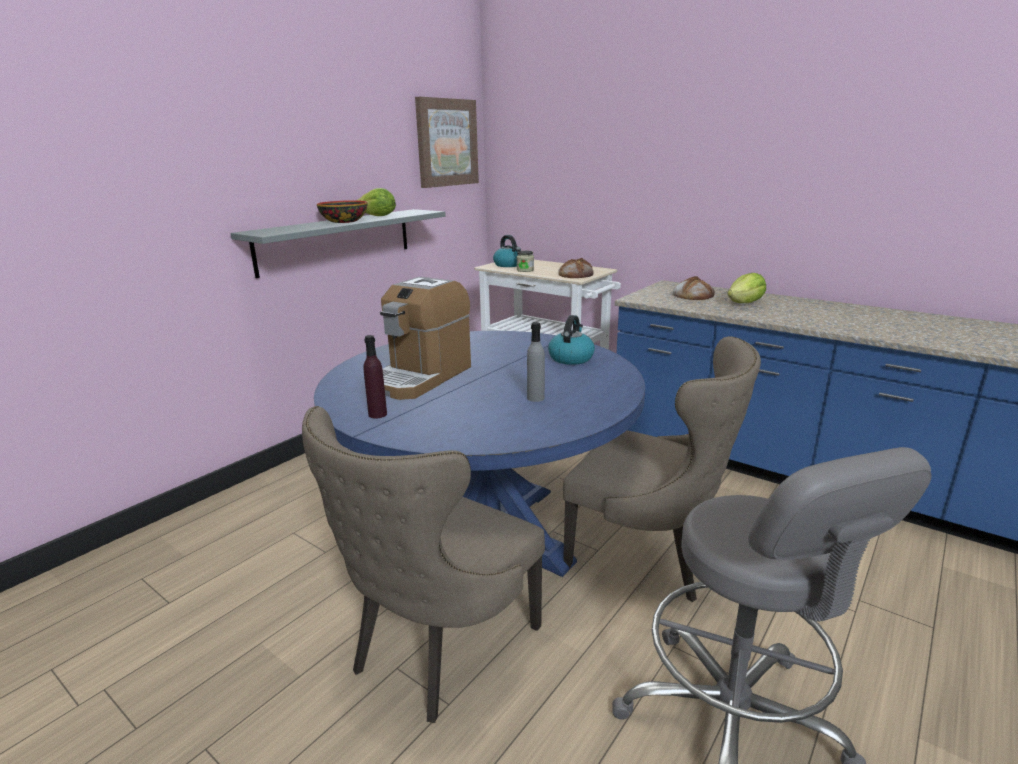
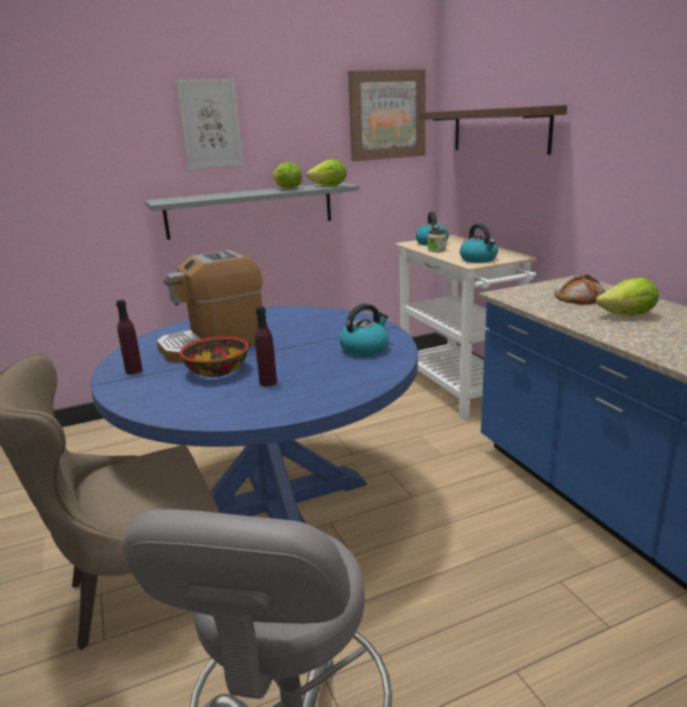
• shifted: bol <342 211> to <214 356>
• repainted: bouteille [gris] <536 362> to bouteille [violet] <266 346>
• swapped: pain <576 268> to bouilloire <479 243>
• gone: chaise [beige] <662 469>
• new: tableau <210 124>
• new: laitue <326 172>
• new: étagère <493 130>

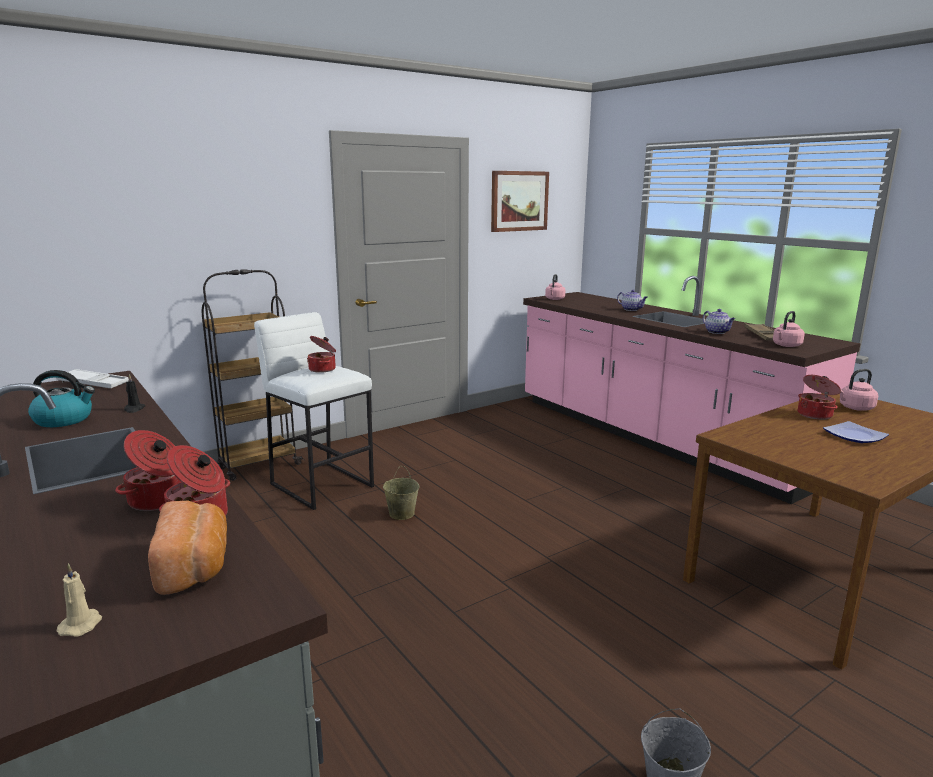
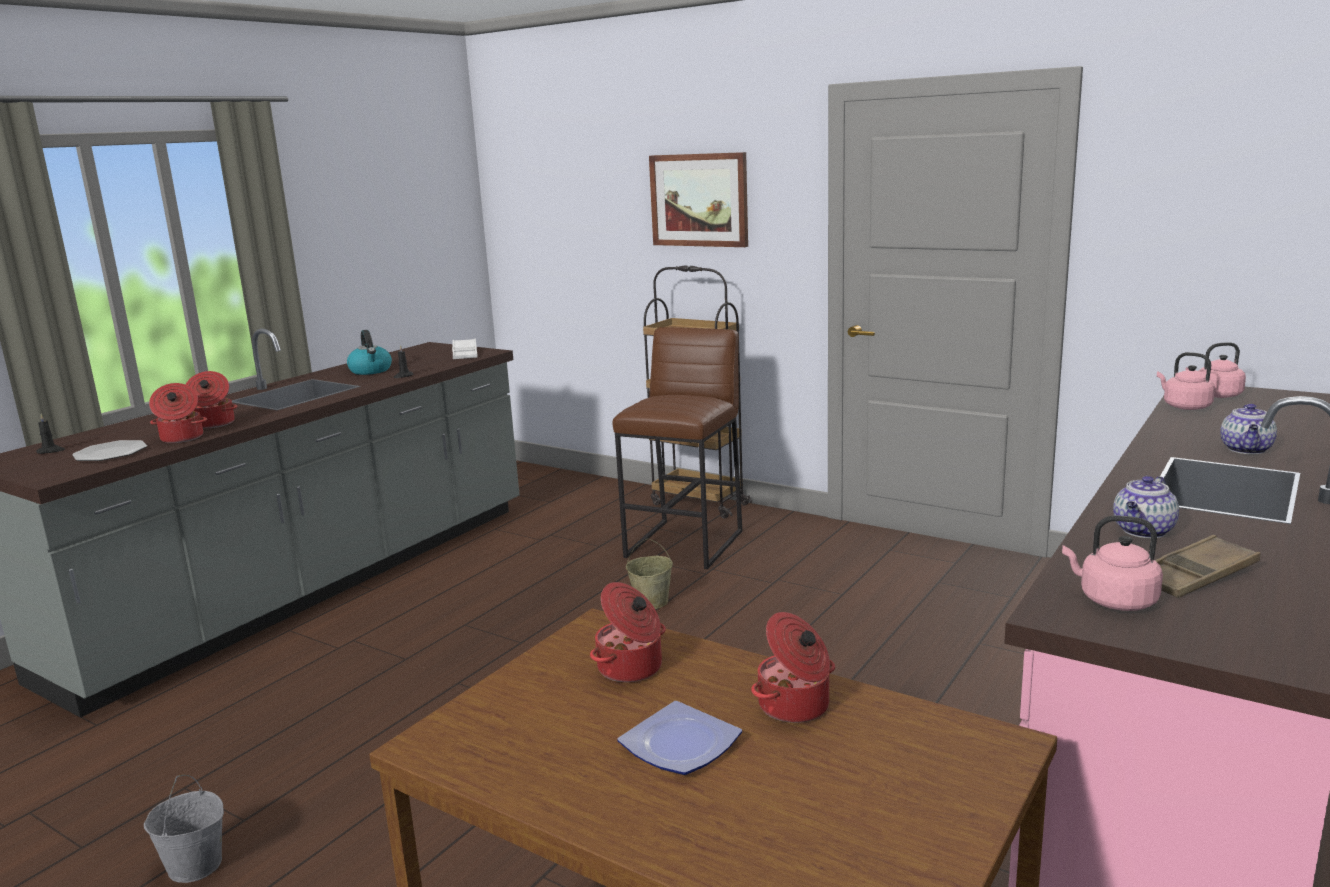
• repainted: bougie [beige] <79 600> to bougie [noir] <51 434>
• swapped: pain <187 547> to assiette <109 450>
• repainted: tabouret [blanc] <314 411> to tabouret [marron] <677 448>
• shifted: marmite <321 354> to <628 632>
• shifted: tableau <520 201> to <698 199>
• shifted: bouilloire [rose] <859 390> to <1186 381>

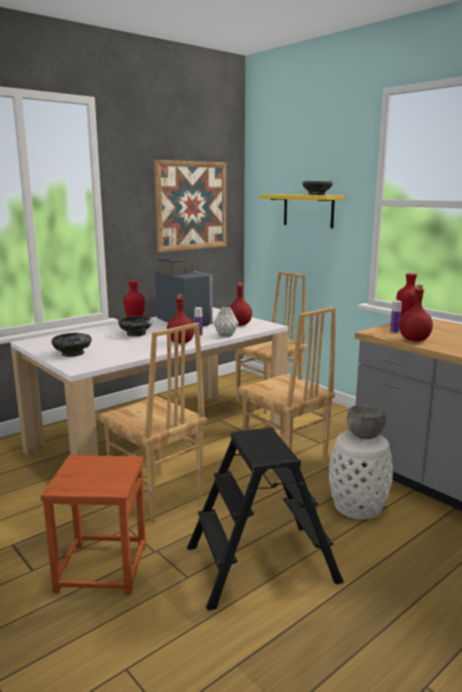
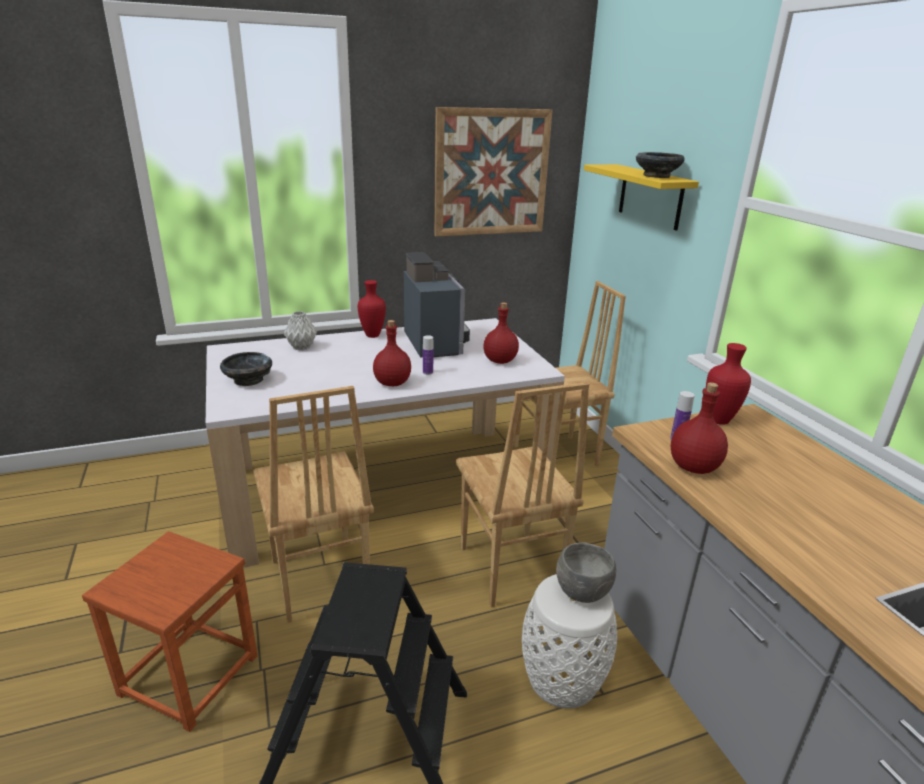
• gone: bol [noir] <135 326>
• shifted: vase [gris] <226 322> to <300 330>

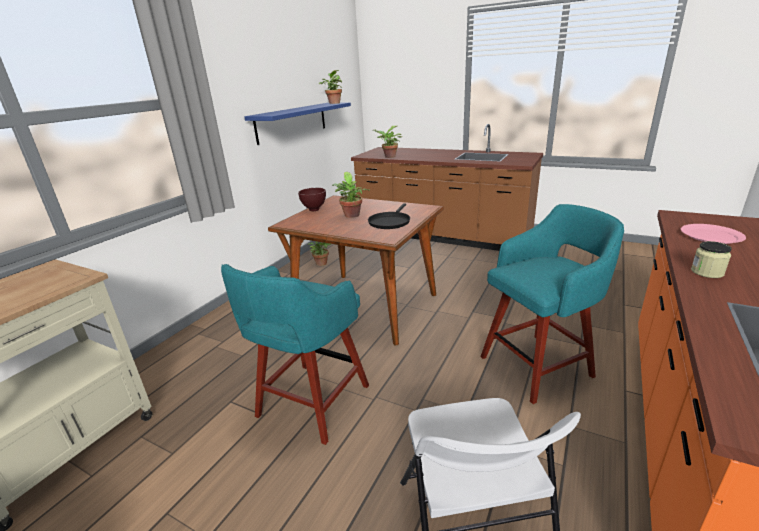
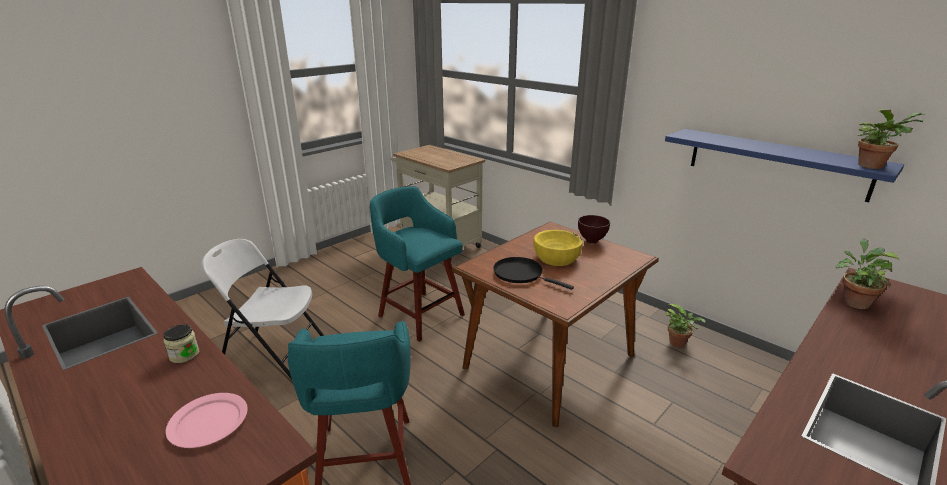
• swapped: plante en pot <351 195> to bol [jaune] <558 248>

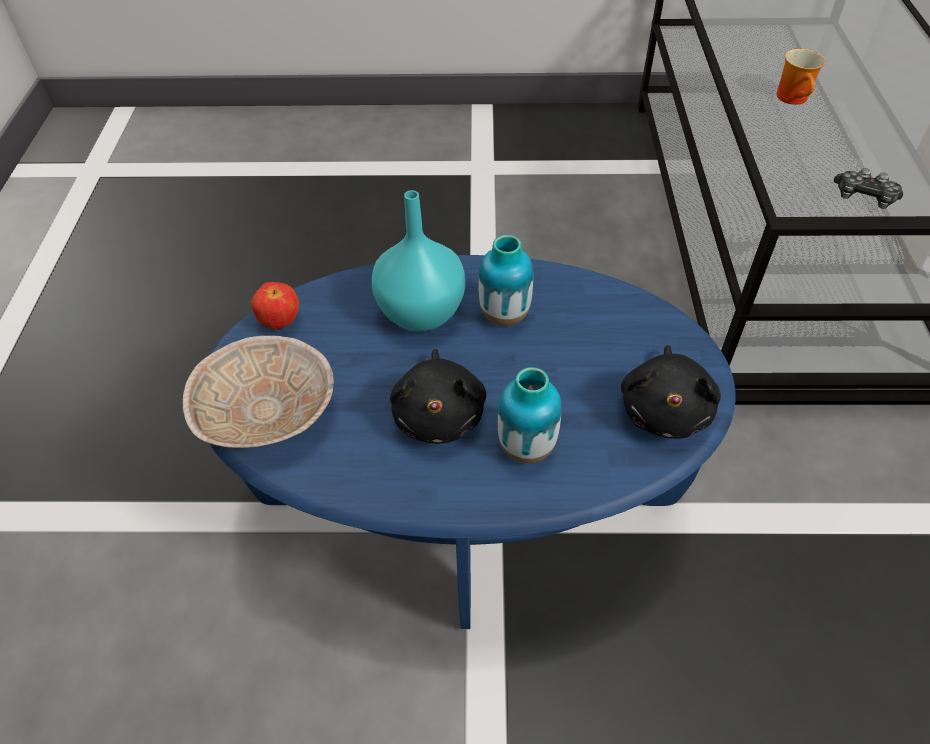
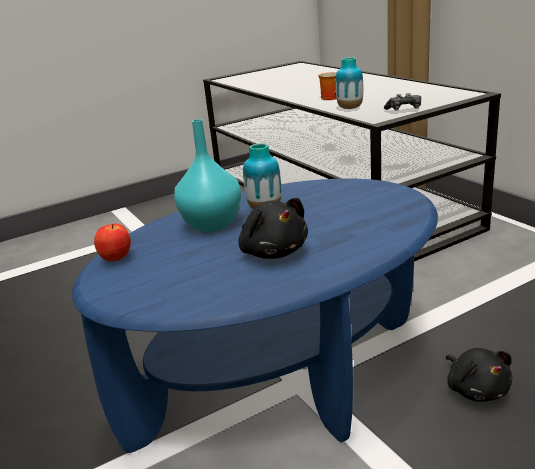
• gone: bol [beige] <258 391>
• shifted: vase <530 415> to <349 83>
• shifted: peluche [noir] <671 392> to <479 375>

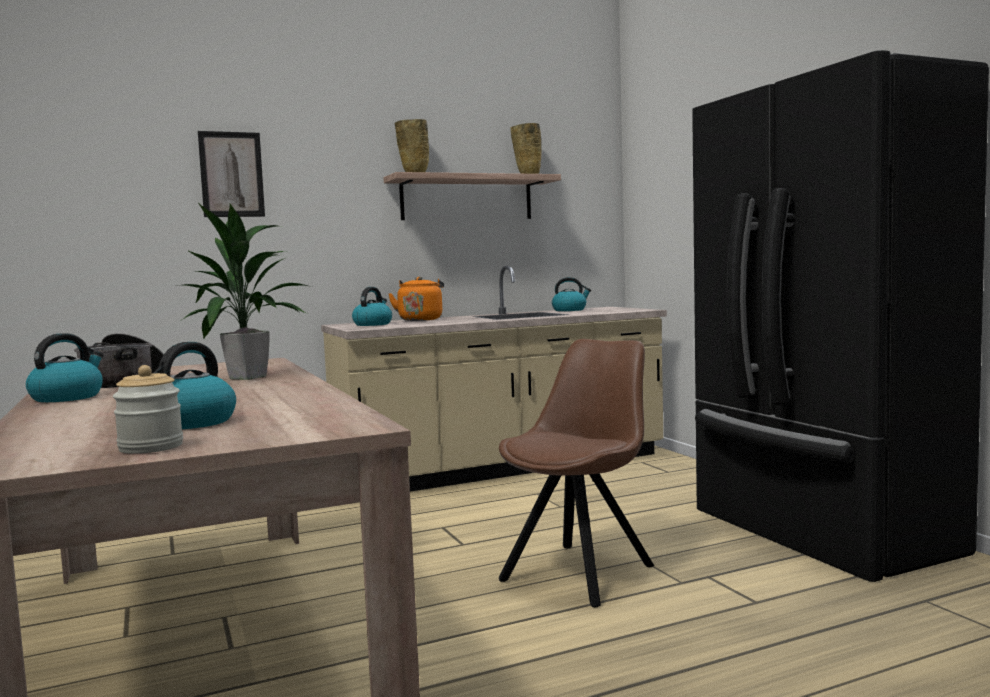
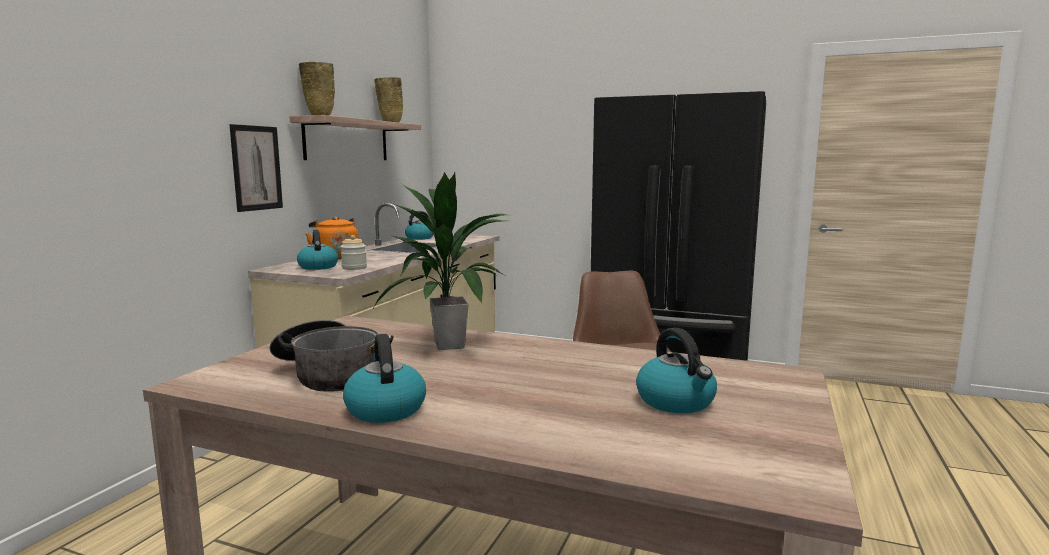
• shifted: bocal <148 409> to <354 252>
• shifted: tableau <231 174> to <256 168>

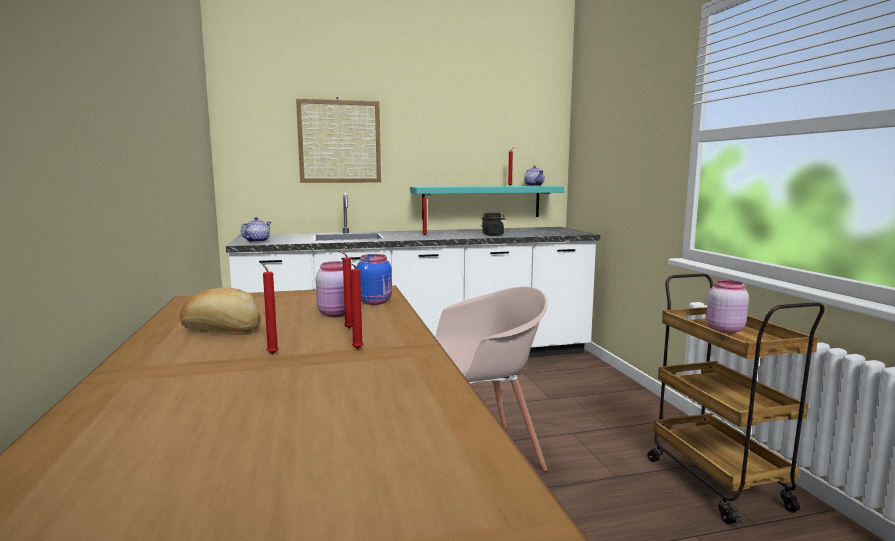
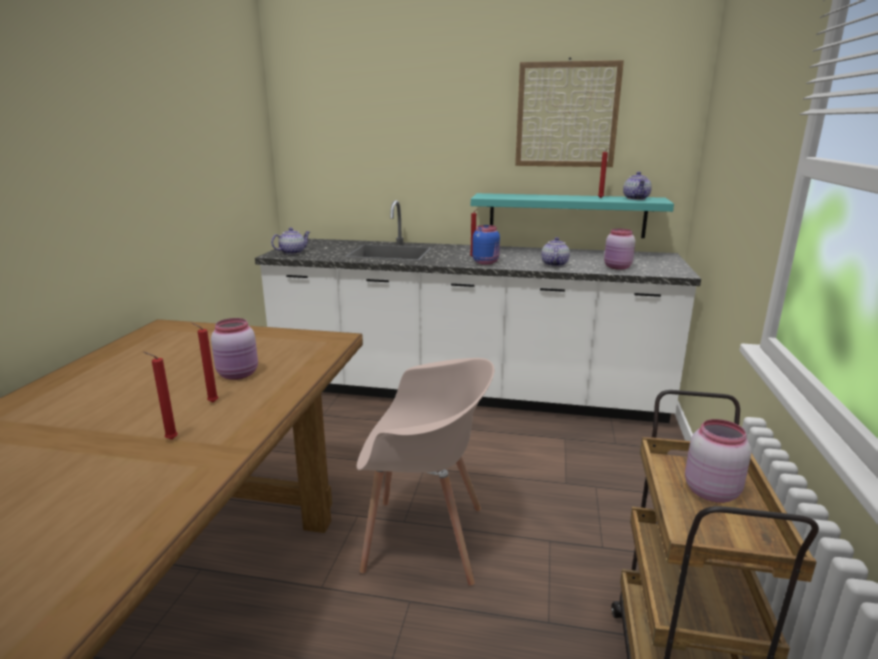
• gone: pain <220 309>
• gone: bougie [rouge] <270 308>
• shifted: tableau <338 140> to <569 112>
• shifted: bocal [bleu] <374 279> to <486 245>
• swapped: bocal [noir] <493 224> to théière <555 252>
• new: bocal [rose] <619 249>

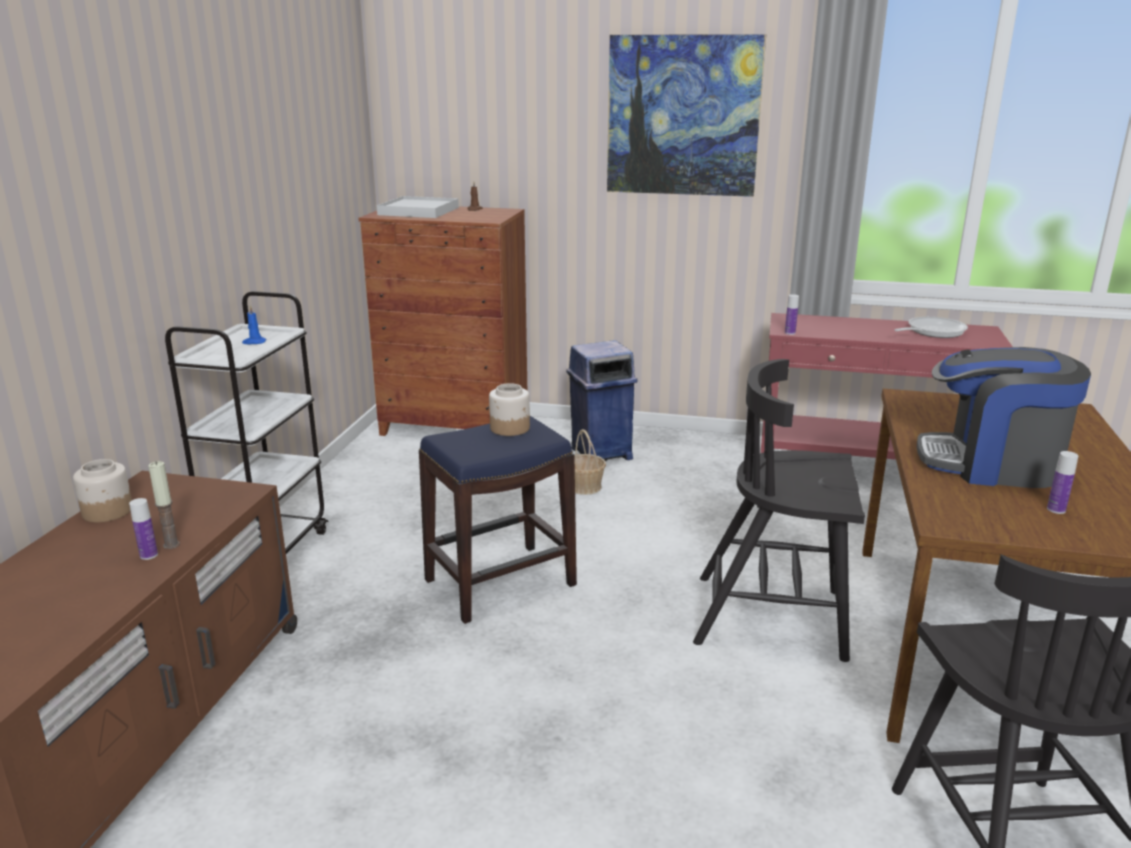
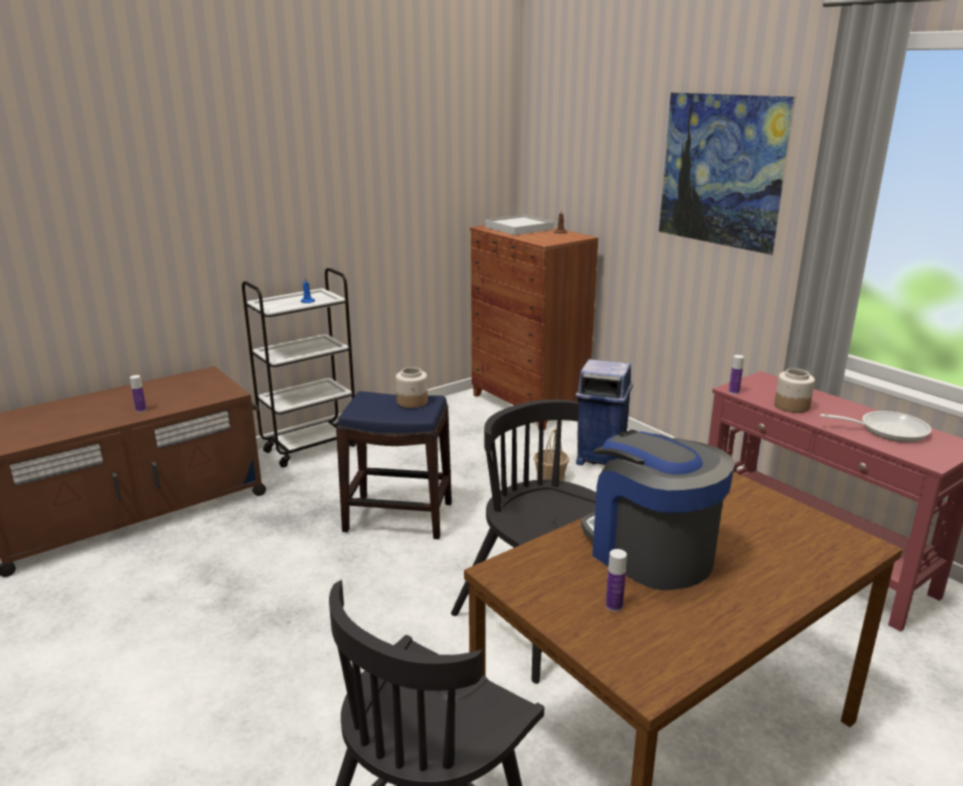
• shifted: bocal <102 491> to <794 390>
• gone: bougie <164 505>

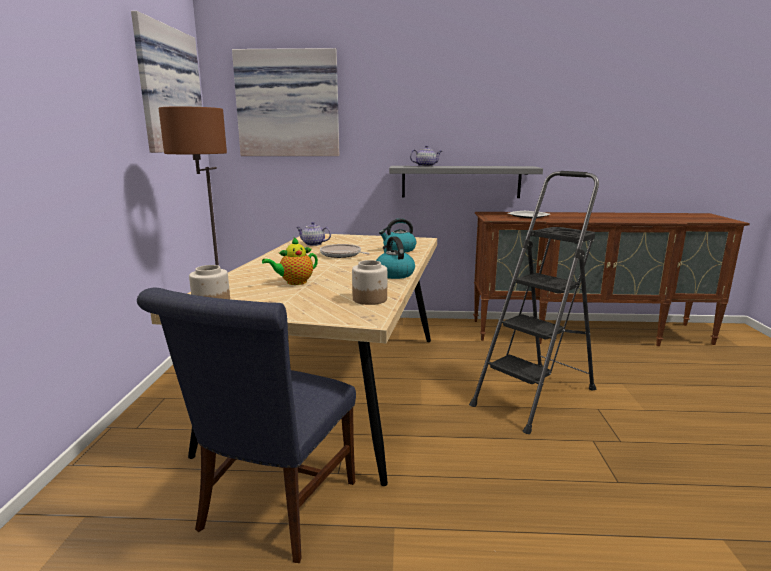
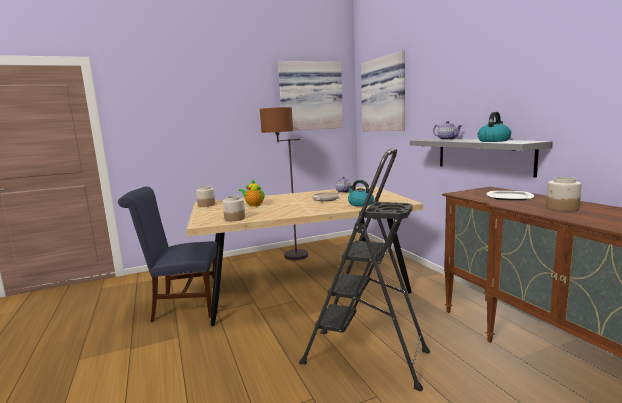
• shifted: bouilloire <395 257> to <494 127>
• new: bocal <564 194>

